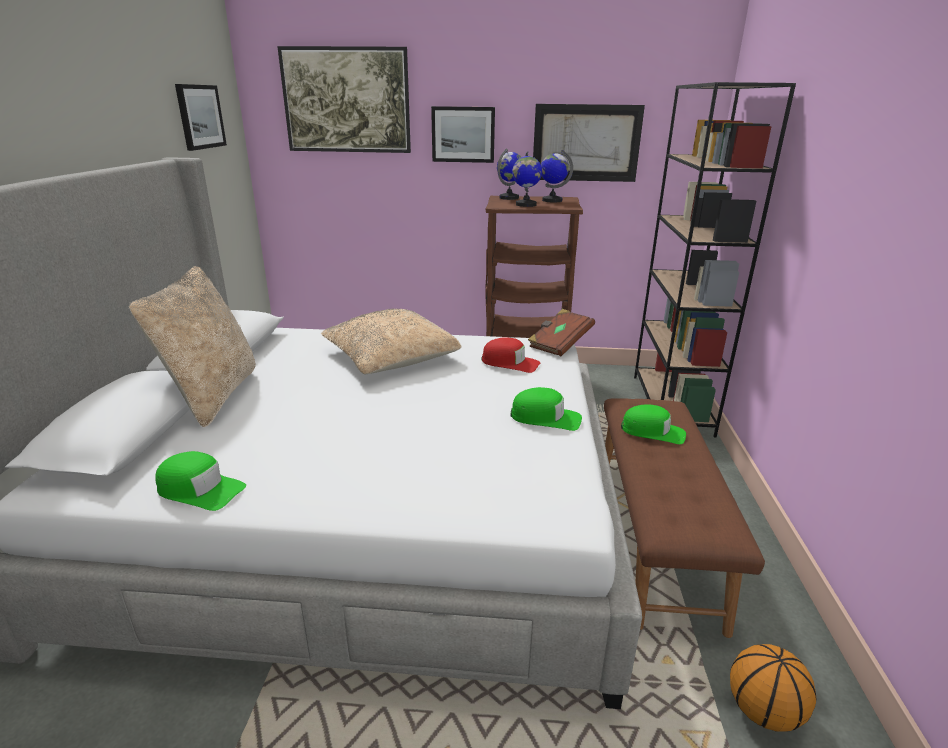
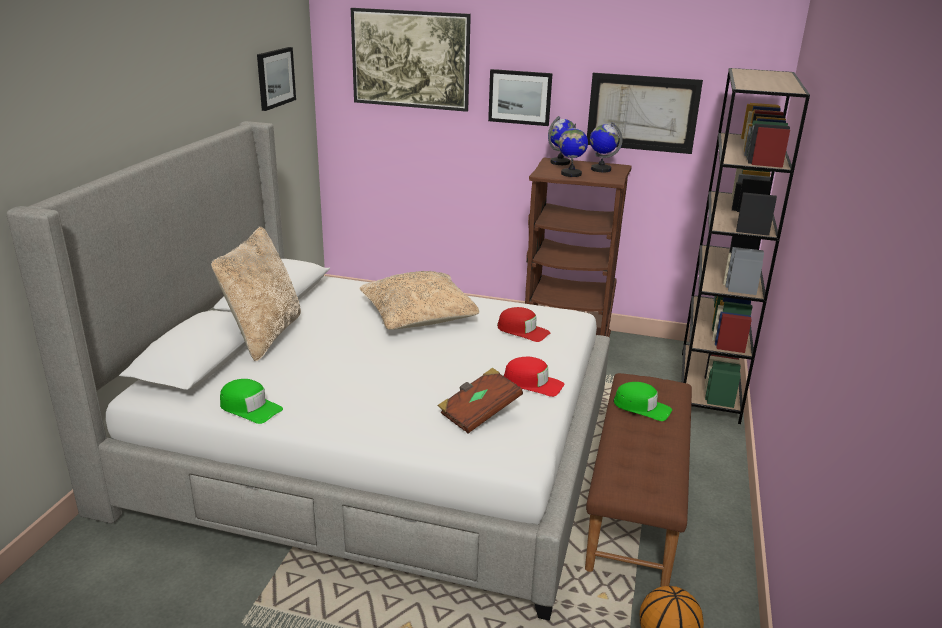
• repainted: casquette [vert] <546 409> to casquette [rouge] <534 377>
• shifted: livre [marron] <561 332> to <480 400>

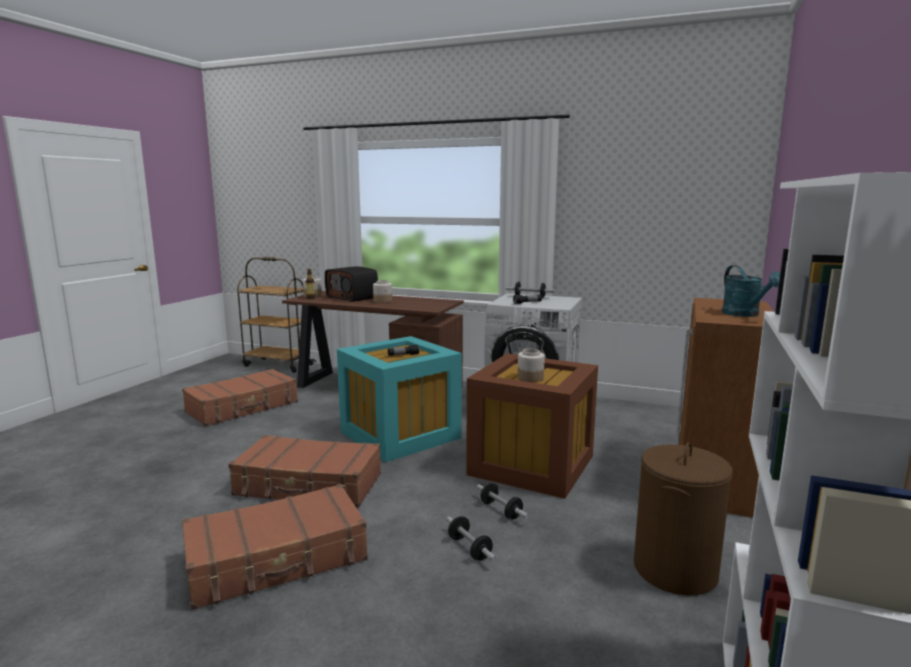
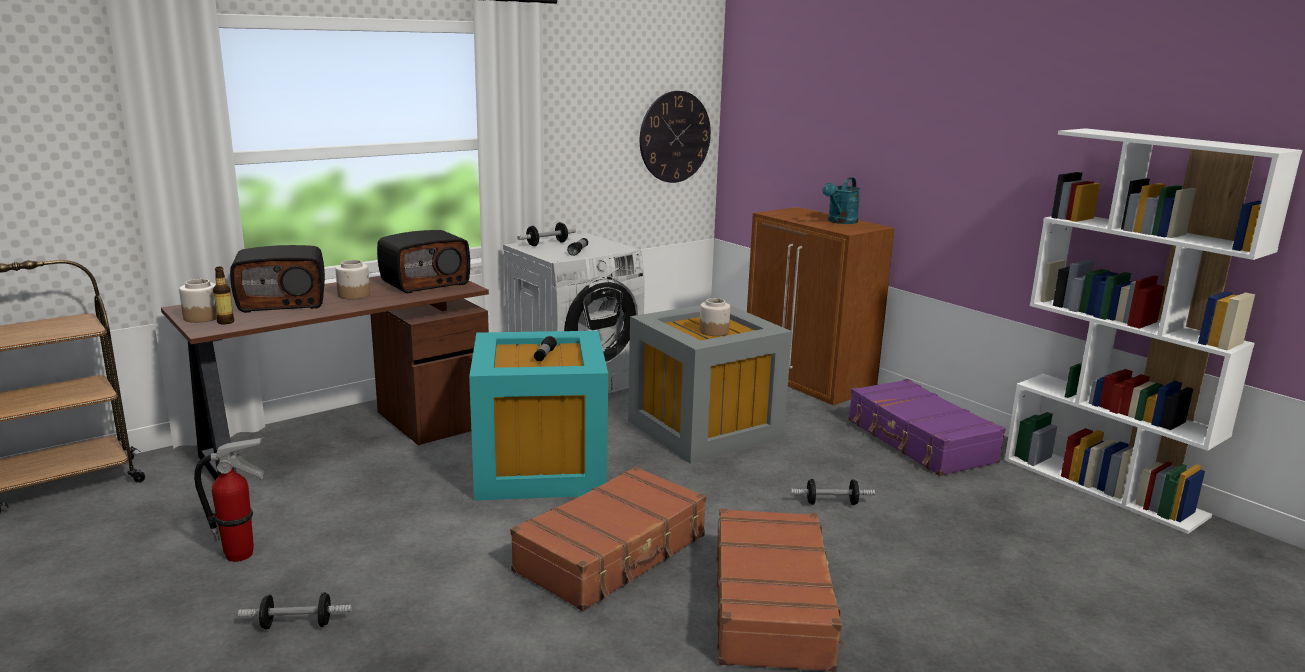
• swapped: valise [marron] <240 397> to extincteur <229 499>
• repainted: boîte de rangement [marron] <532 426> to boîte de rangement [gris] <710 384>
• shifted: haltère <503 501> to <295 610>
• swapped: panier à linge [marron] <683 519> to valise [violet] <926 427>
• rotated: arrosoir [turquoise] <751 291> = <841 200> 105 degrees clockwise
• new: radio <423 261>
• new: horloge murale <675 137>

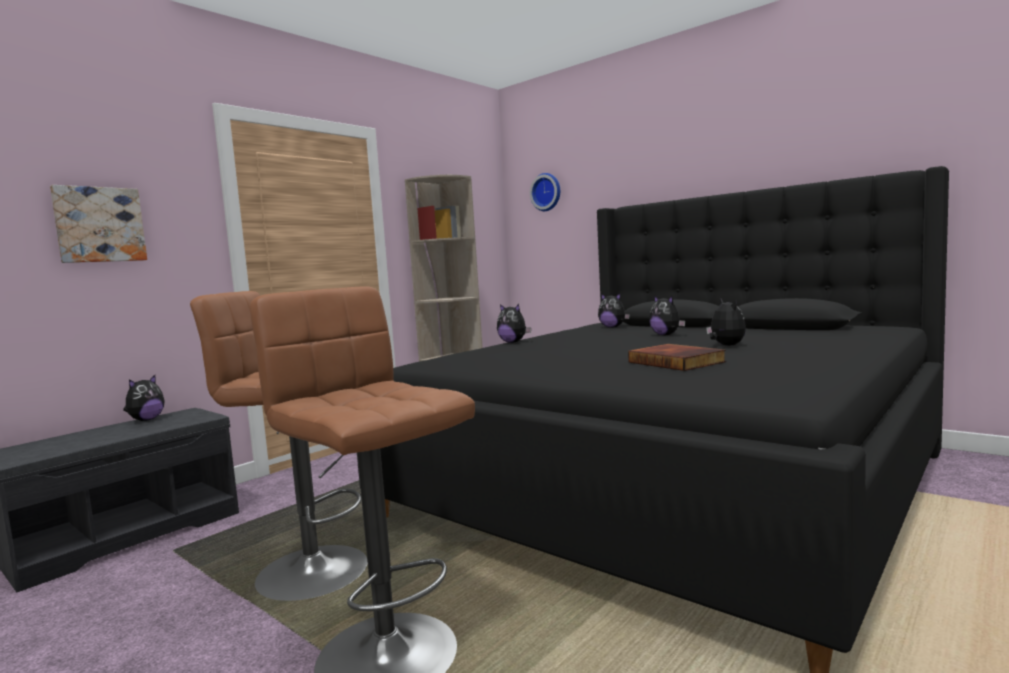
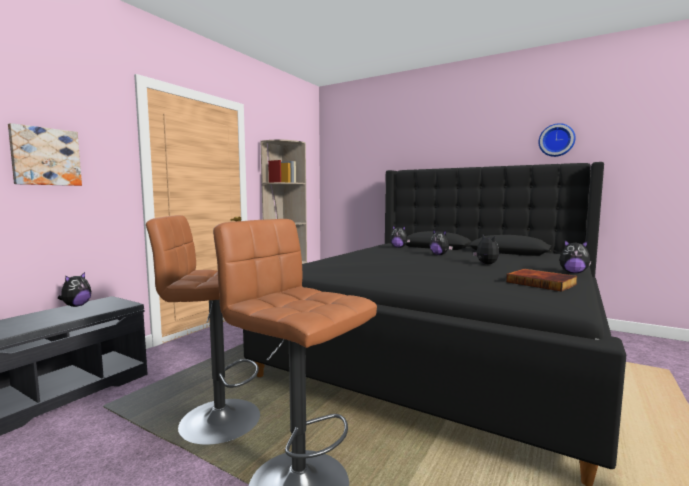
• shifted: peluche <514 323> to <575 256>
• shifted: horloge murale <545 192> to <557 140>
• shifted: livre <677 357> to <542 280>

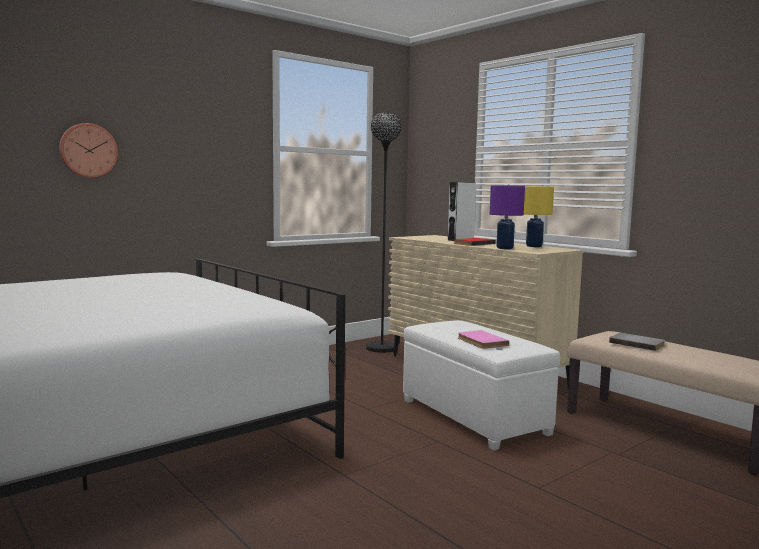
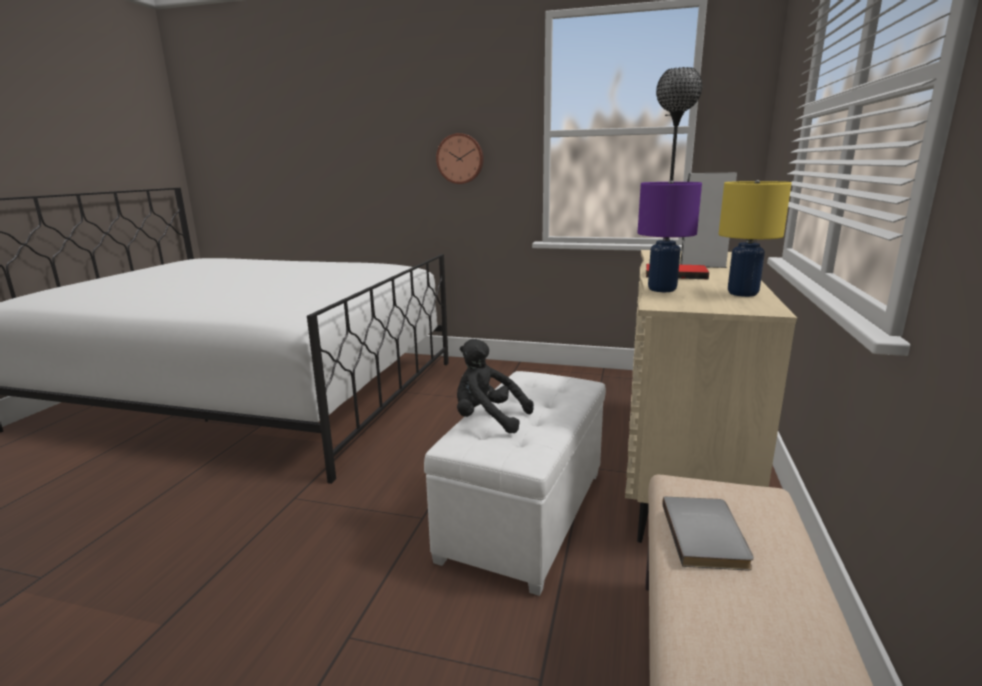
• shifted: horloge murale <88 150> to <460 158>
• swapped: livre [rose] <483 339> to peluche [noir] <495 386>

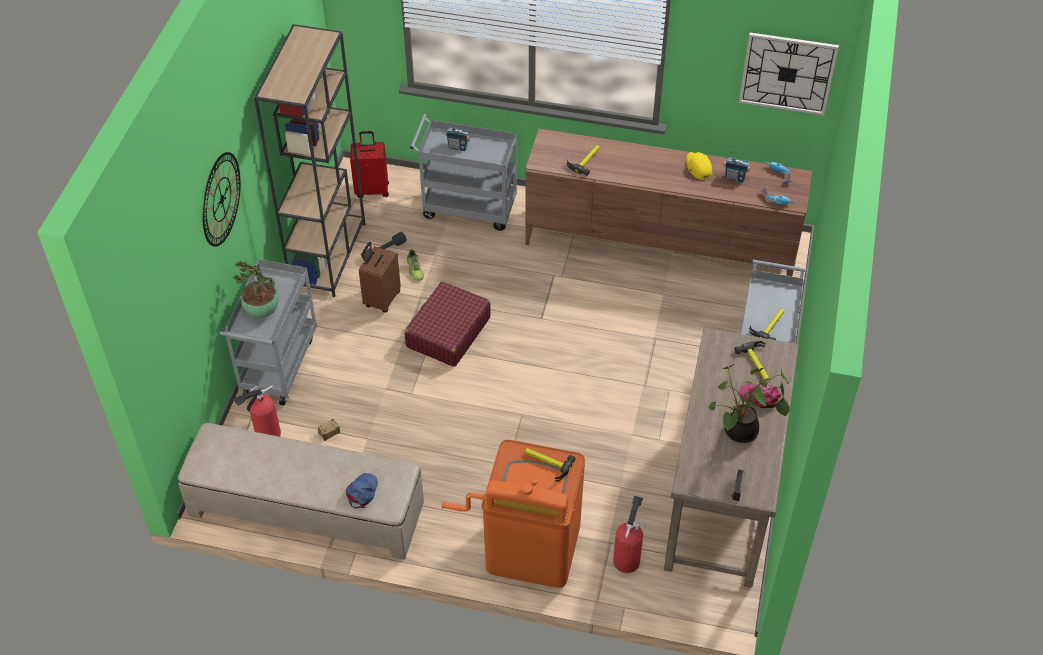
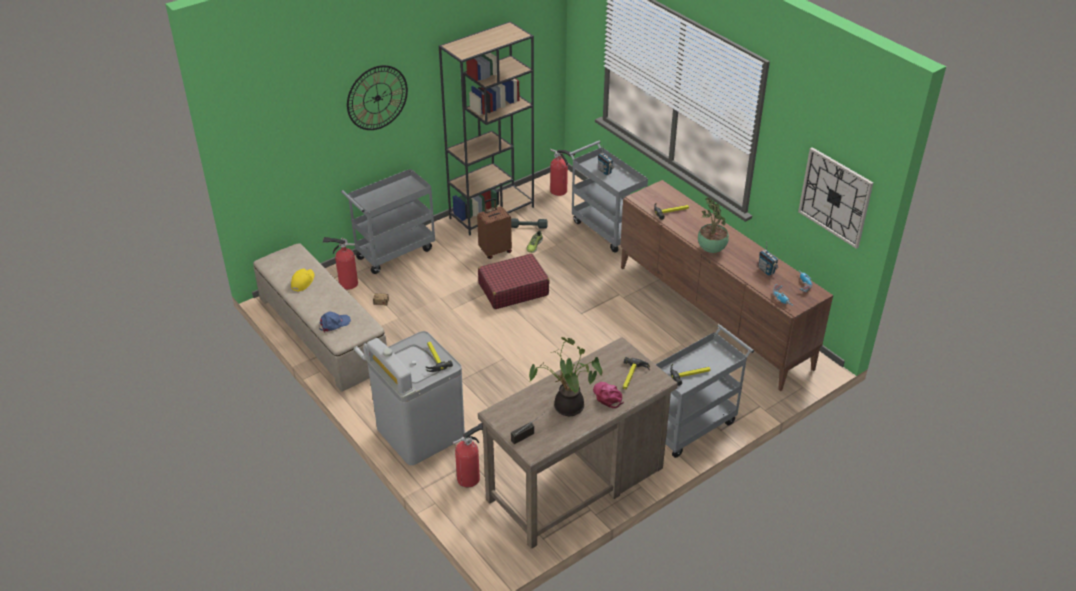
• shifted: plante en pot <256 289> to <713 225>
• swapped: valise [rouge] <369 164> to extincteur <562 172>
• repainted: lave-linge [orange] <513 514> to lave-linge [gris] <409 398>
• shifted: casquette [jaune] <699 166> to <303 280>

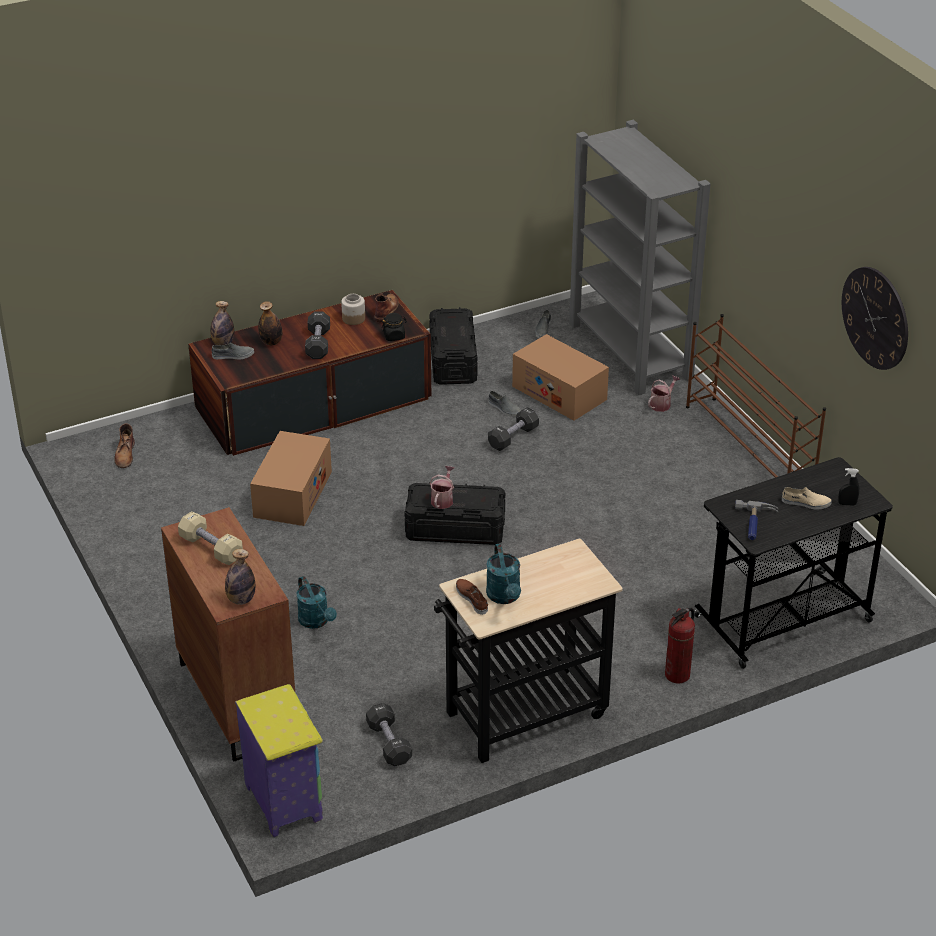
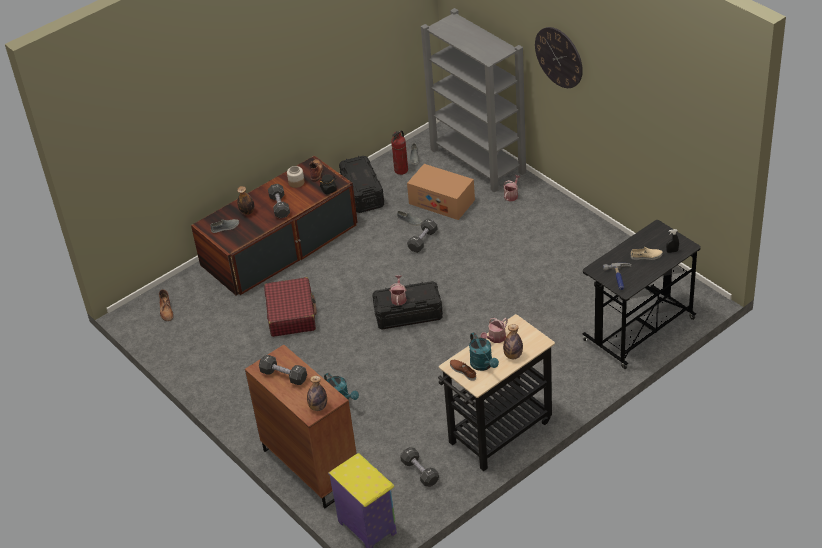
• repainted: haltère [beige] <210 538> to haltère [noir] <283 370>
• shifted: bouteille <222 323> to <513 341>
• swapped: carton <291 478> to valise [rouge] <290 307>
• shifted: extincteur <680 645> to <399 152>
• gone: étagère à chaussures [marron] <756 396>
• shifted: horloge murale <875 318> to <559 57>
• new: arrosoir <494 330>

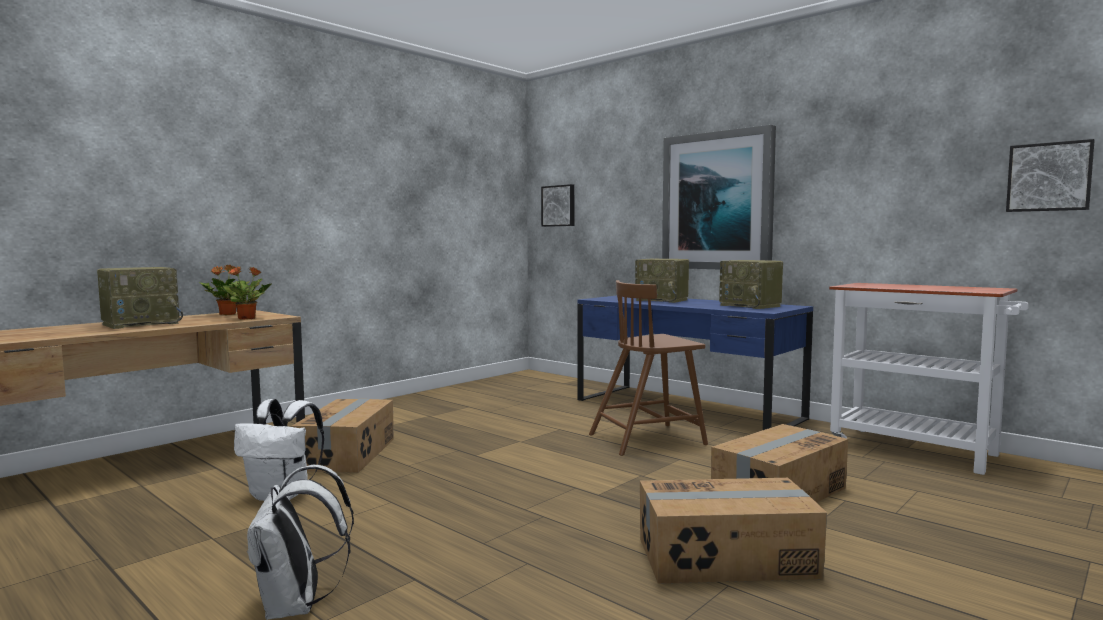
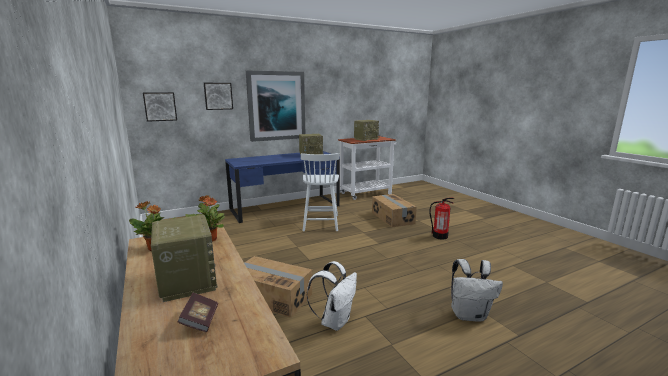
• repainted: chaise [marron] <648 368> to chaise [blanc] <320 192>
• shifted: radio <662 281> to <367 130>
• swapped: carton <733 531> to extincteur <441 219>
• shifted: tableau <1050 175> to <218 96>
• new: livre <198 312>

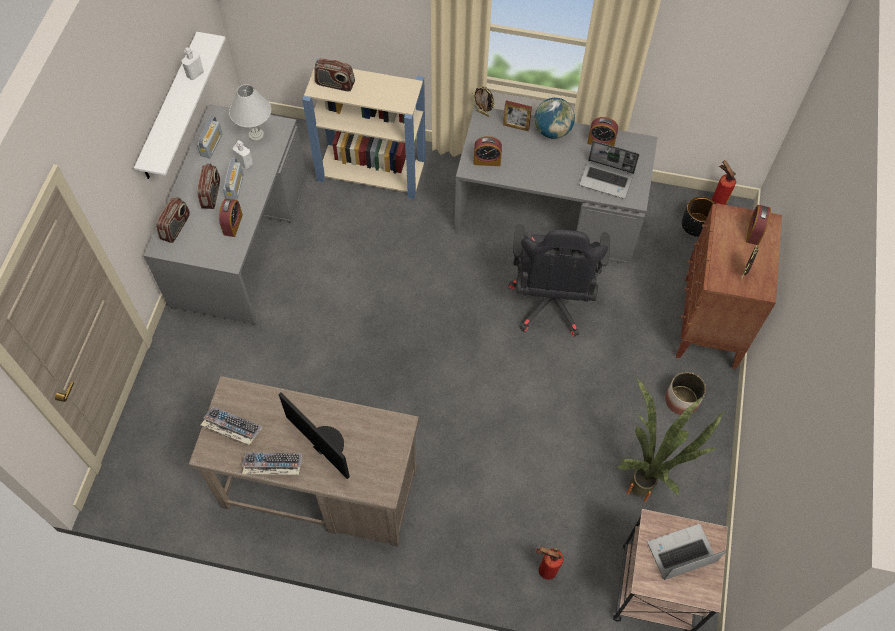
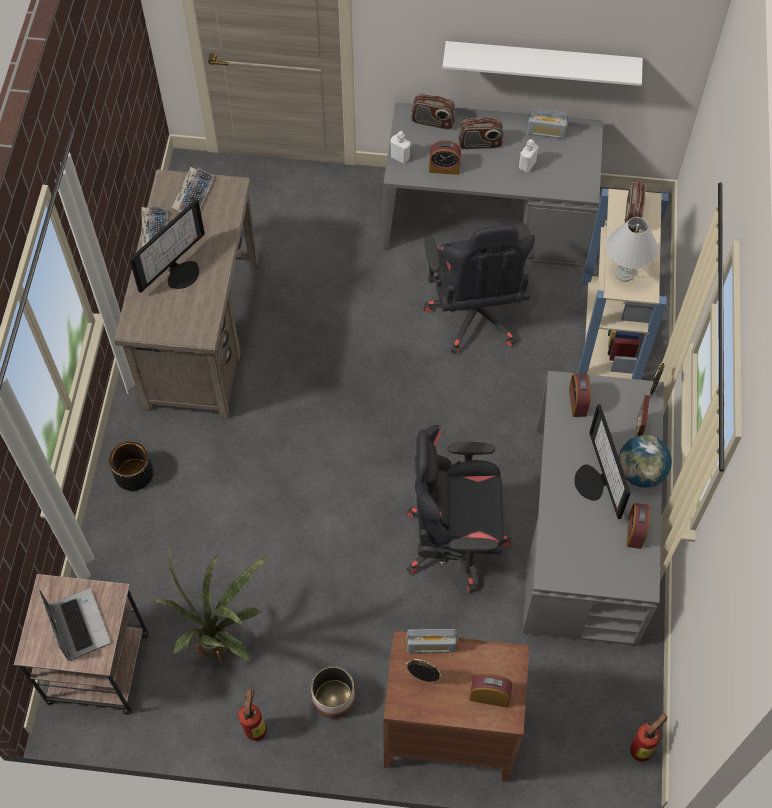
• shifted: bouteille [blanc] <192 63> to <400 147>
• shifted: radio <233 179> to <431 641>
• shifted: lampe de table [blanc] <250 112> to <632 249>
• shifted: extincteur <549 563> to <252 715>
• gone: ordinateur portable <609 170>
• shifted: cache-pot [noir] <699 216> to <131 466>
• new: chaise de bureau [noir] <479 288>
• new: écran d'ordinateur <602 461>

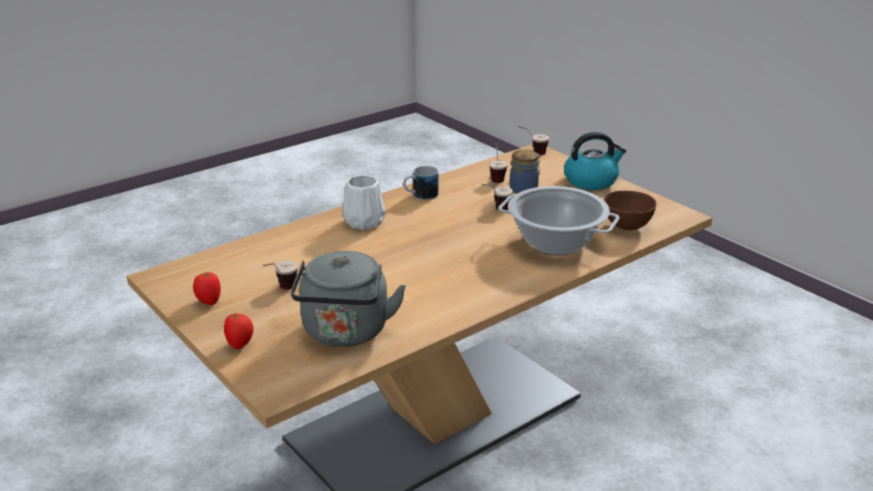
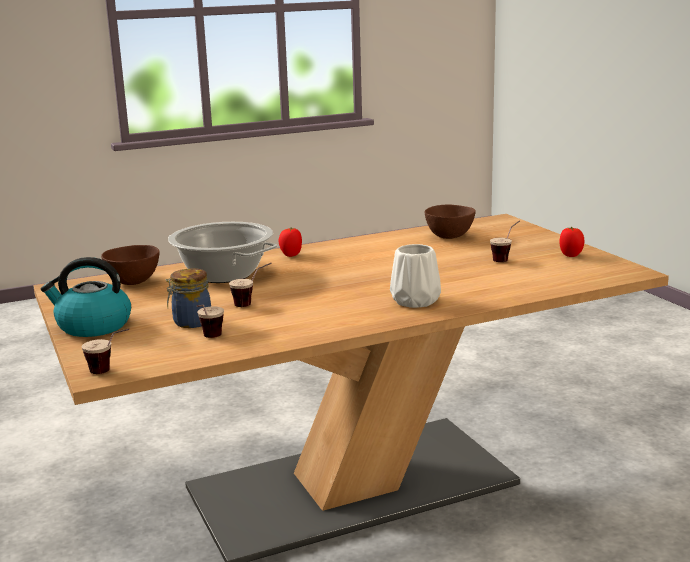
• shifted: tomate <239 330> to <290 242>
• swapped: bouilloire [gris] <348 299> to bol [marron] <450 222>
• gone: mug <421 183>

